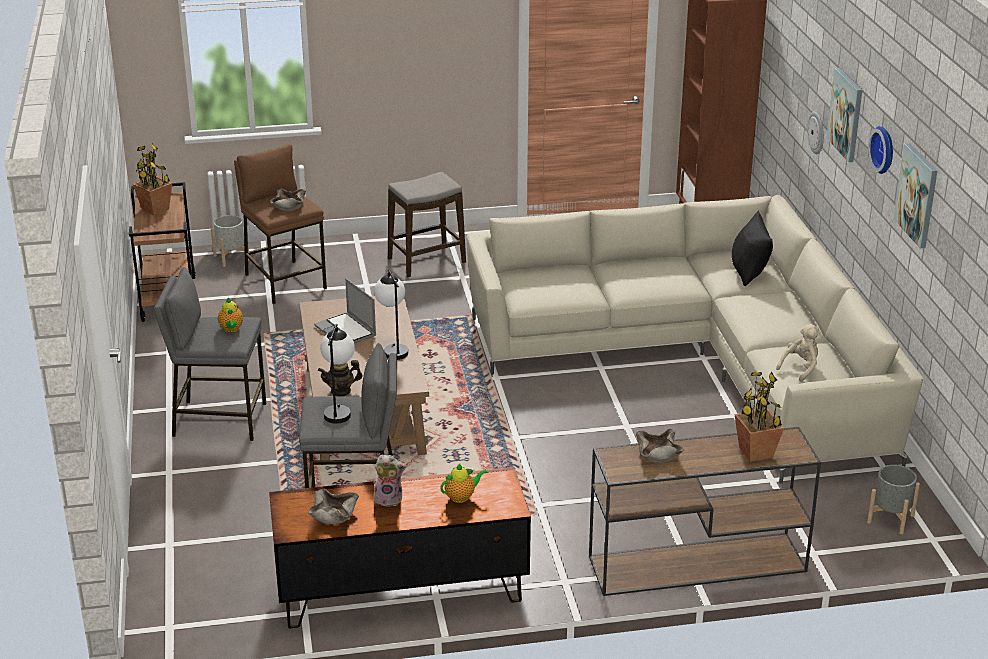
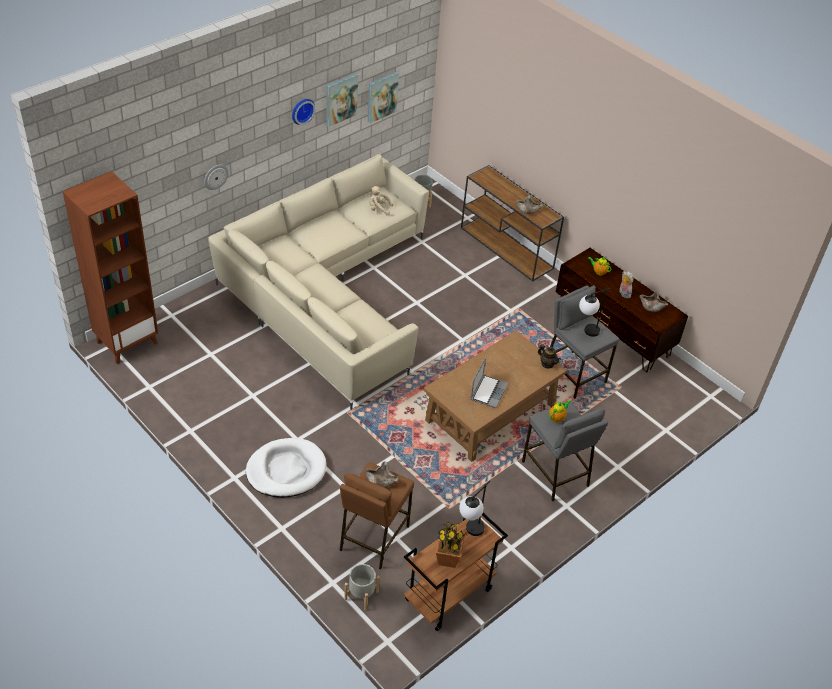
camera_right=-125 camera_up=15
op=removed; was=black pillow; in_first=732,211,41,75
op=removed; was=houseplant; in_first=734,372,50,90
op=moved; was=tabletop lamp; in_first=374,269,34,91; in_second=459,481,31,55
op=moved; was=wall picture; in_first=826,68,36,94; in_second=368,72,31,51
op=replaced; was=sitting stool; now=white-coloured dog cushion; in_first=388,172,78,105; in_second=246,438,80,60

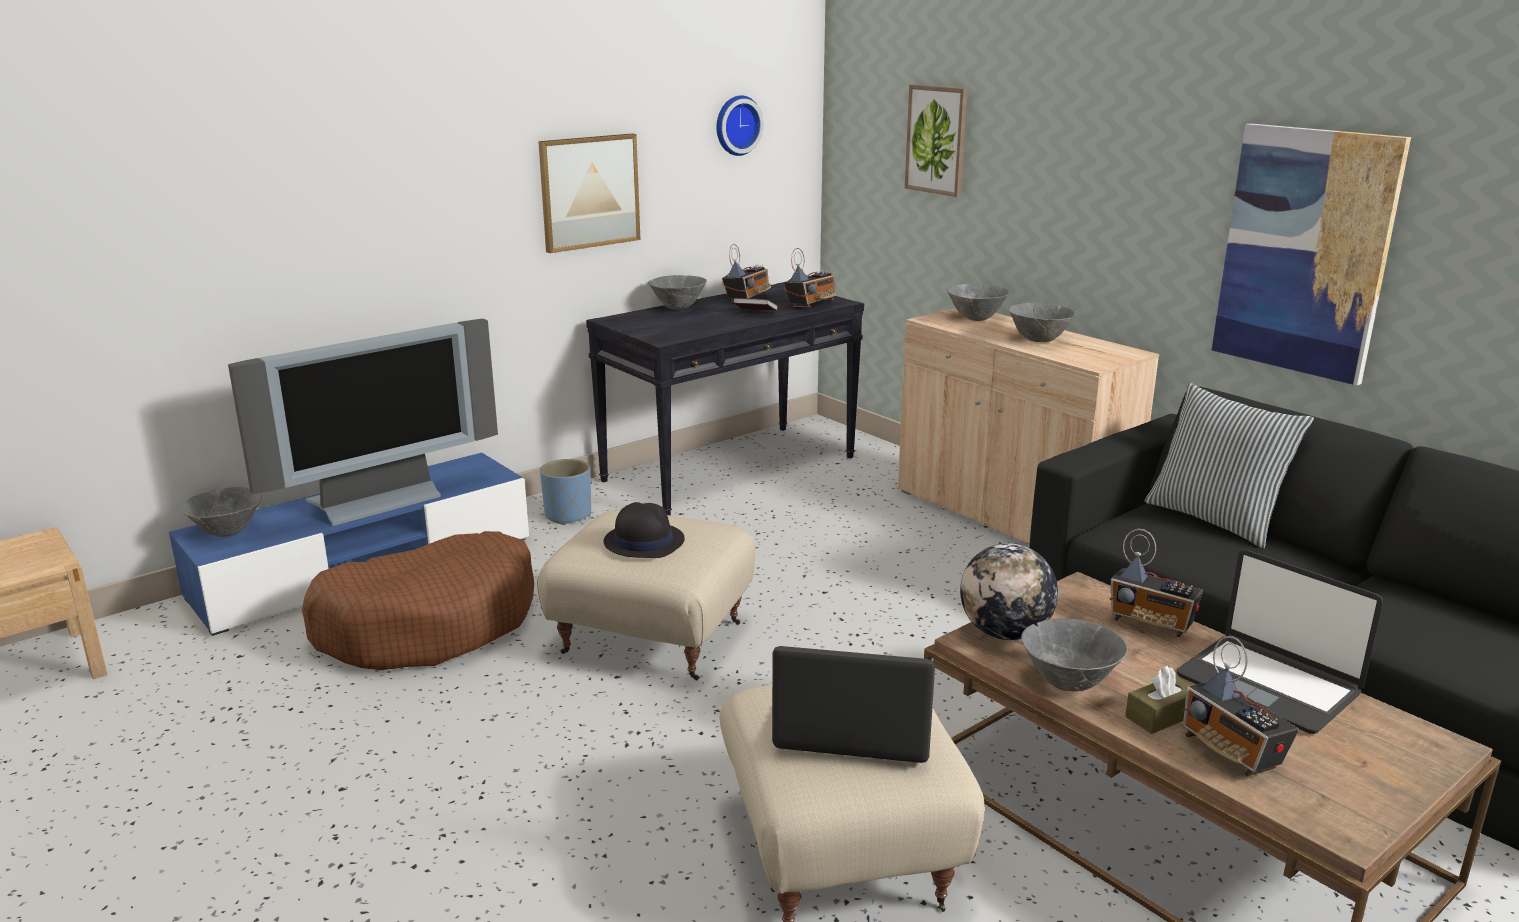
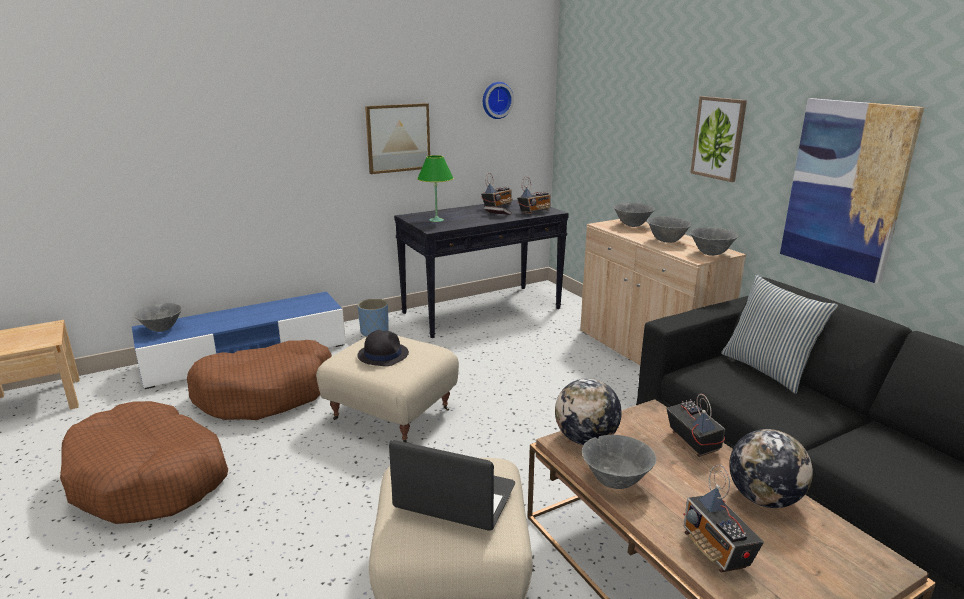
camera_right=10 camera_up=0
op=removed; was=TV; in_first=228,319,270,207
op=removed; was=brown-coloured tissue box; in_first=1125,666,66,68
op=added; now=brown-coloured dog cushion; in_second=60,401,168,123
op=added; now=green tabletop lamp; in_second=417,155,37,67
op=moved; was=grey deep dish; in_first=648,275,59,35; in_second=690,227,49,29
op=moved; was=wall picture; in_first=905,85,63,112; in_second=690,96,57,86
op=replaced; was=portable computer; now=globe; in_first=1177,550,206,184; in_second=729,429,84,79
op=turned; was=radio; in_first=1109,529,94,108; in_second=667,394,58,63; clockwise=-150

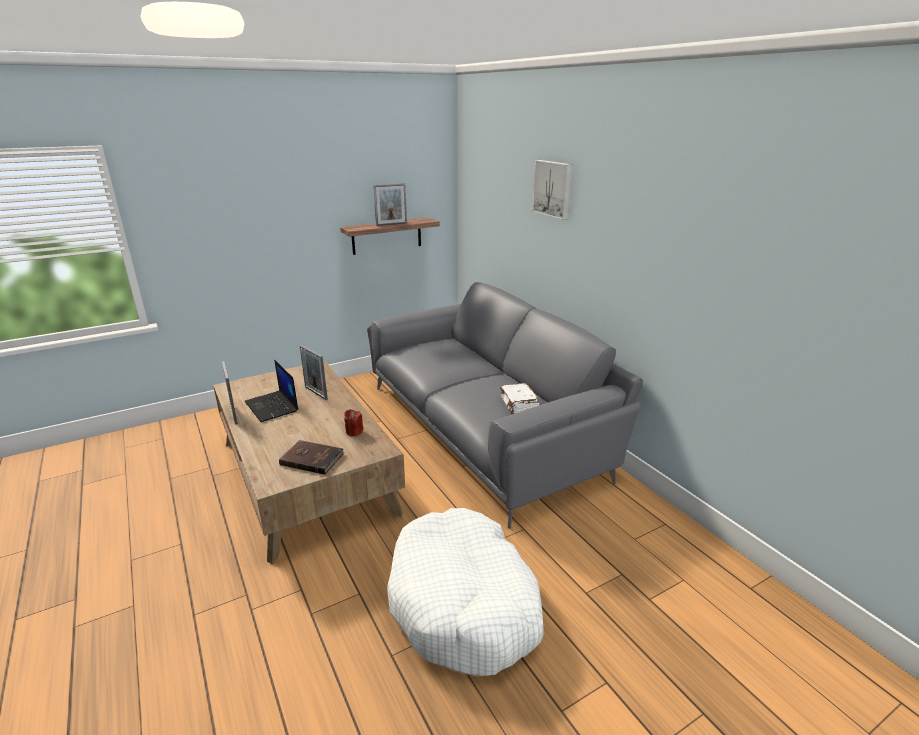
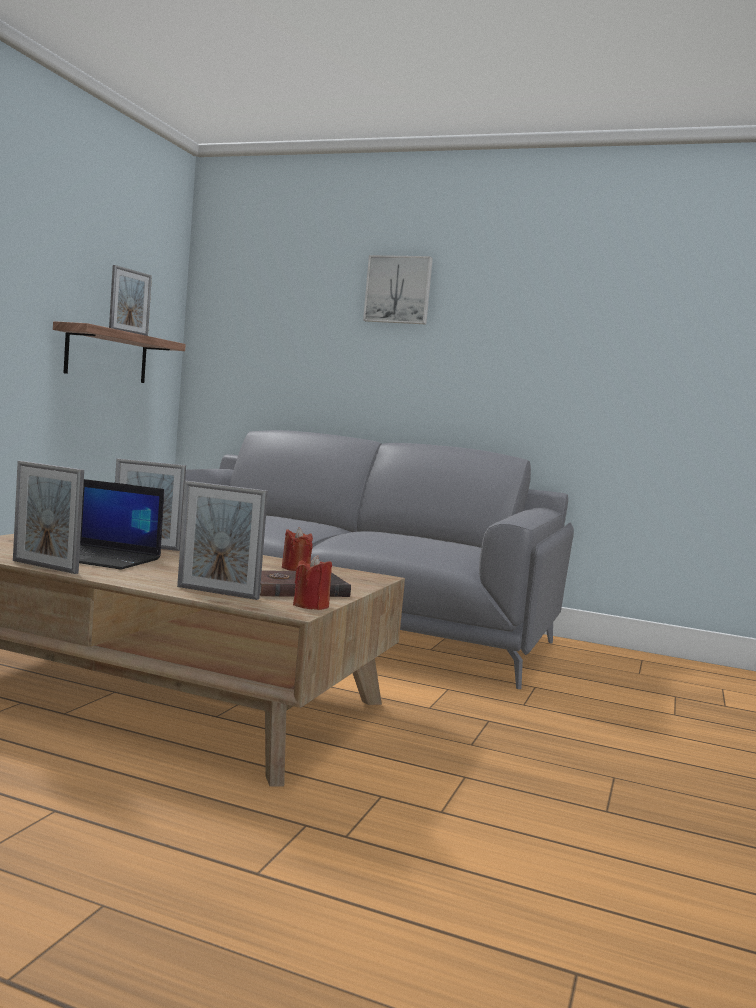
camera_right=-40 camera_up=-20
op=removed; was=white-coloured dog cushion; in_first=387,508,157,169
op=removed; was=white-coloured bound book; in_first=500,383,39,31
op=added; now=standing frame; in_second=177,481,91,119
op=added; now=red wax light; in_second=293,555,39,55

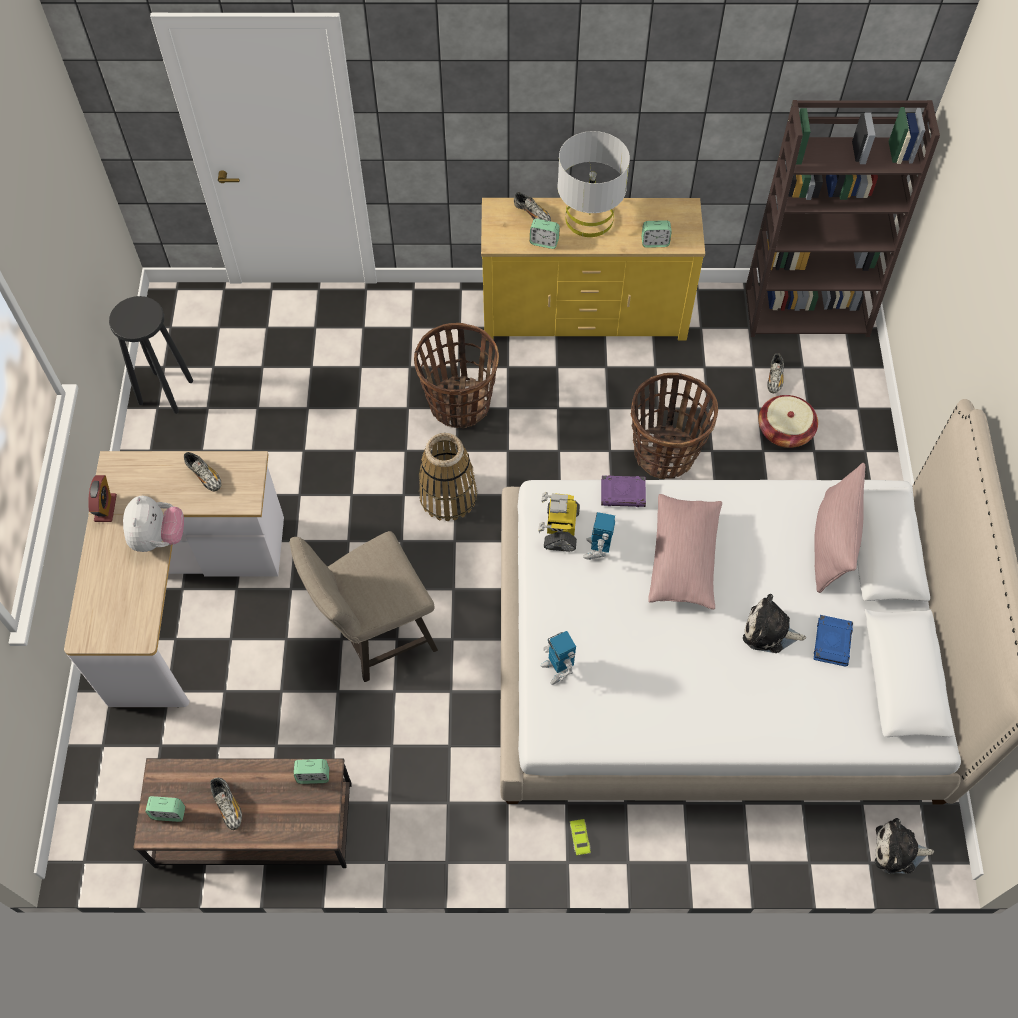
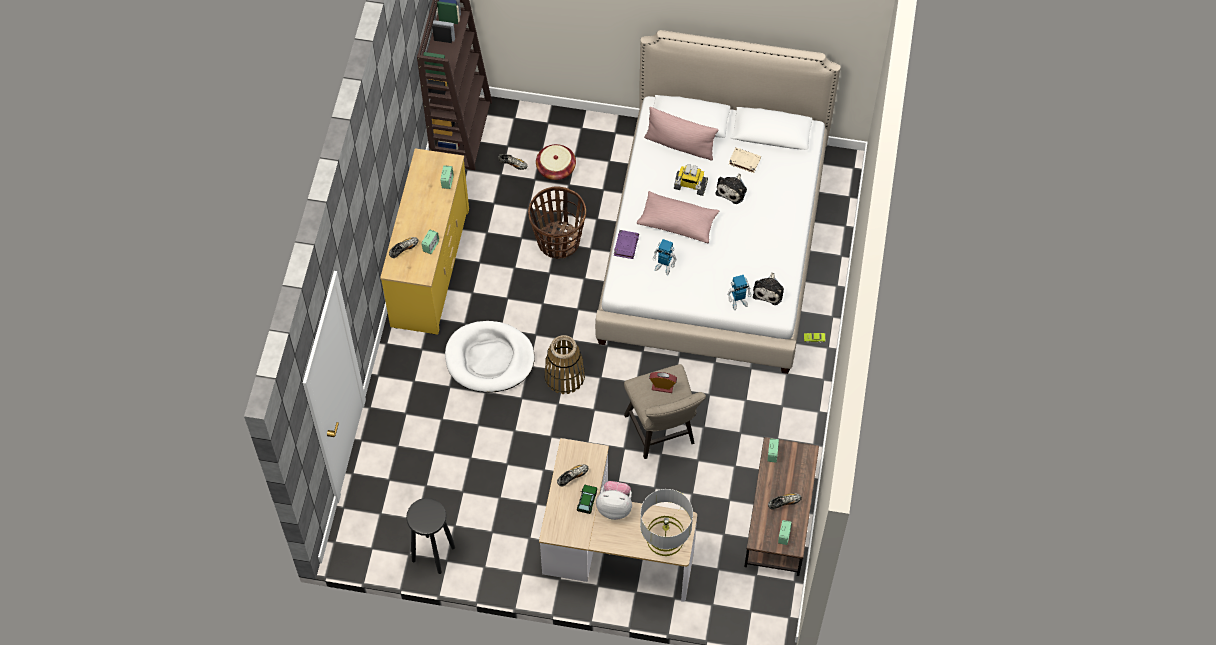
camera_right=-80 camera_up=0
op=added; now=model car; in_second=577,484,20,30
op=moved; was=table clock; in_first=88,475,29,47; in_second=649,372,28,21
op=moved; was=toy robot; in_first=538,492,42,60; in_second=674,164,34,32
op=moved; was=grey tabletop lamp; in_first=557,131,73,106; in_second=640,489,53,67
op=moved; was=soft toy; in_first=875,818,59,55; in_second=753,272,31,33
op=replaced; was=storage basket; now=white-coloured dog cushion; in_first=414,323,85,106; in_second=445,321,90,72
op=recoloured; was=bluish bound book; now=sand-coloured bound book; in_first=813,615,40,52; in_second=729,148,32,25

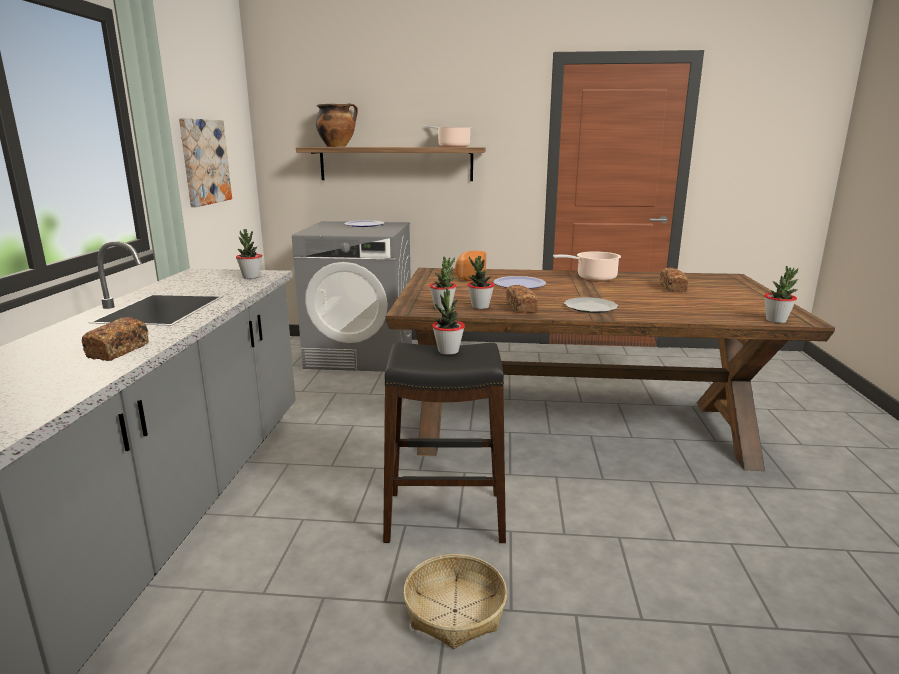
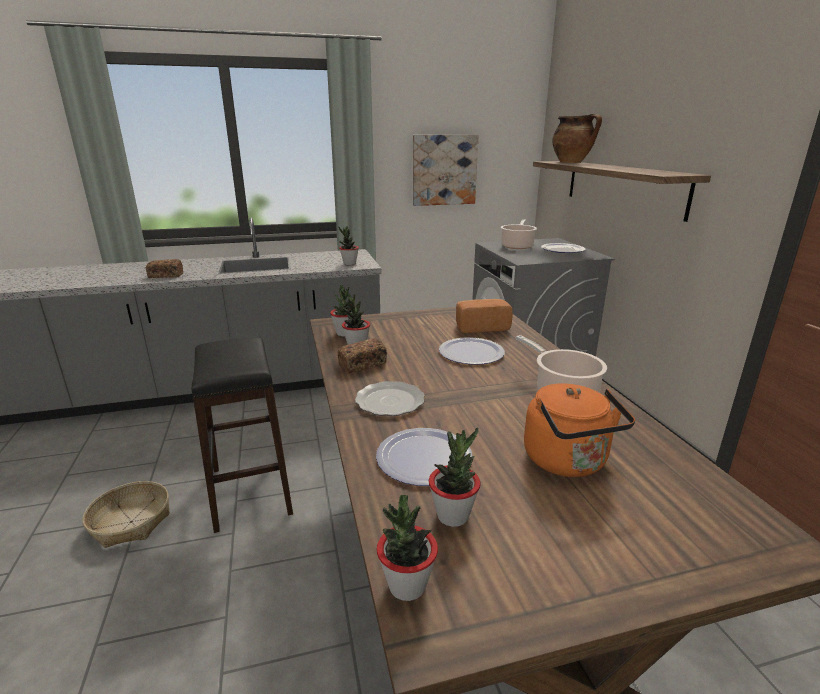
camera_right=70 camera_up=5
op=added; now=flat dish; in_second=376,428,97,58
op=moved; was=cooking pot; in_first=424,126,48,21; in_second=501,219,36,30
op=moved; was=houseplant; in_first=432,288,33,67; in_second=429,427,52,100
op=replaced; was=baked bread; now=orange-coloured tea kettle; in_first=660,267,28,25; in_second=524,383,111,94

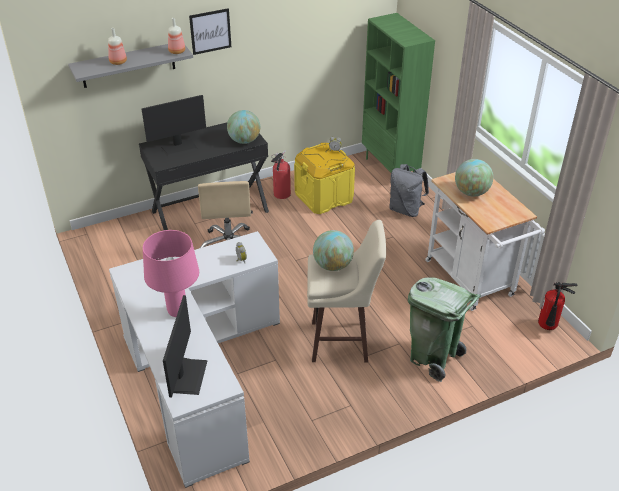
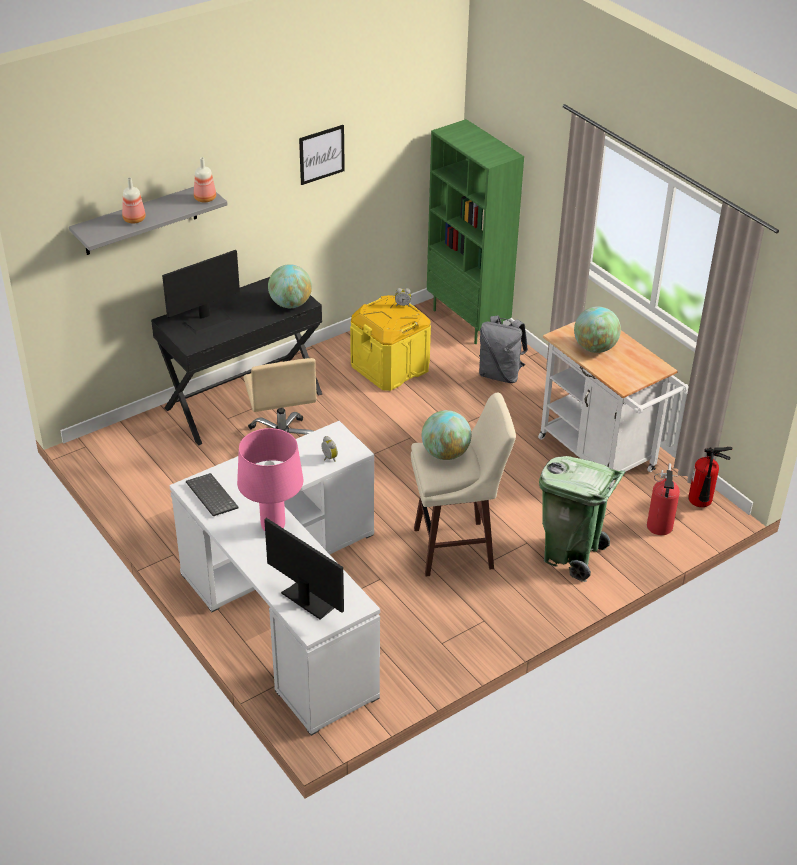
camera_right=-10 camera_up=0
op=added; now=computer keyboard; in_second=186,473,53,43
op=moved; was=wall picture; in_first=189,8,42,47; in_second=299,125,46,60
op=moved; was=fire-fighting cylinder; in_first=271,150,20,49; in_second=647,463,33,72
op=turned; was=computer display; in_first=163,295,45,102; in_second=264,518,80,102; clockwise=-45

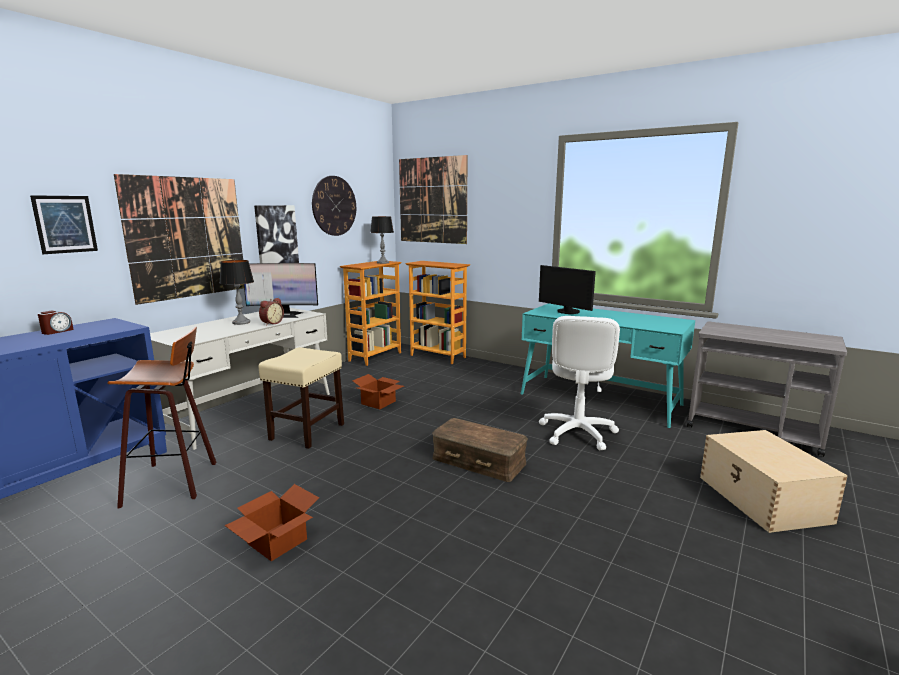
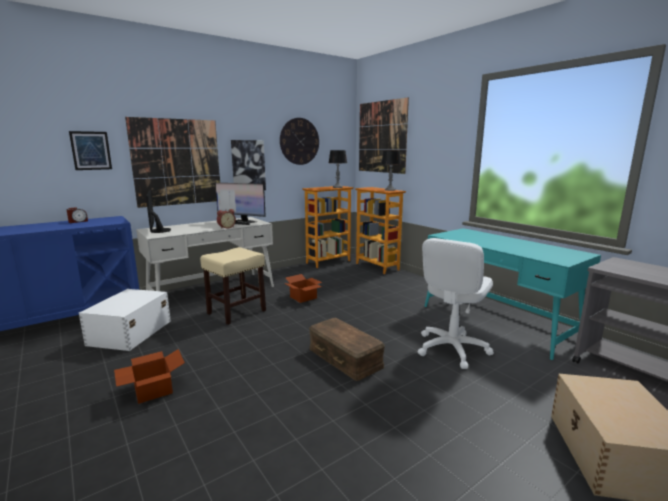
camera_right=20 camera_up=0
op=moved; was=tabletop lamp; in_first=220,260,34,65; in_second=381,150,20,41
op=moved; was=computer display; in_first=539,265,57,49; in_second=146,190,25,43
op=replaced; was=sitting stool; now=white-coloured storage box; in_first=108,327,108,182; in_second=79,289,92,62

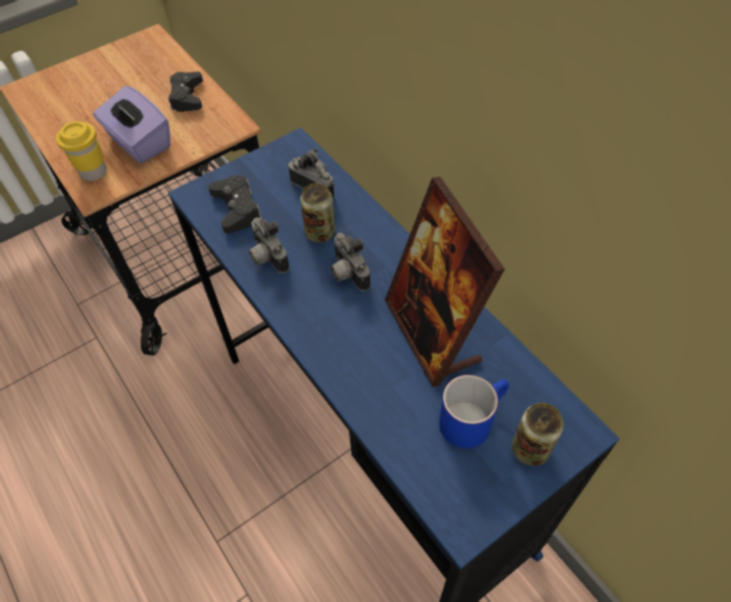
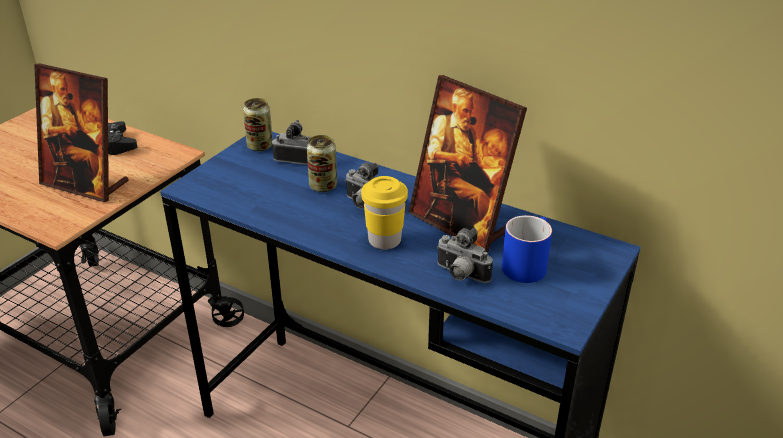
camera_right=-25 camera_up=-20
op=removed; was=black game controller; in_first=208,175,54,59
op=moved; was=yellowish small cup; in_first=56,121,51,60; in_second=361,176,47,74
op=moved; was=photo camera; in_first=249,218,40,55; in_second=436,228,57,55
op=moved; was=sealed can; in_first=512,403,52,63; in_second=243,98,30,54
op=replaced; was=purple tissue box; now=standing frame; in_first=93,86,77,77; in_second=34,63,95,139

